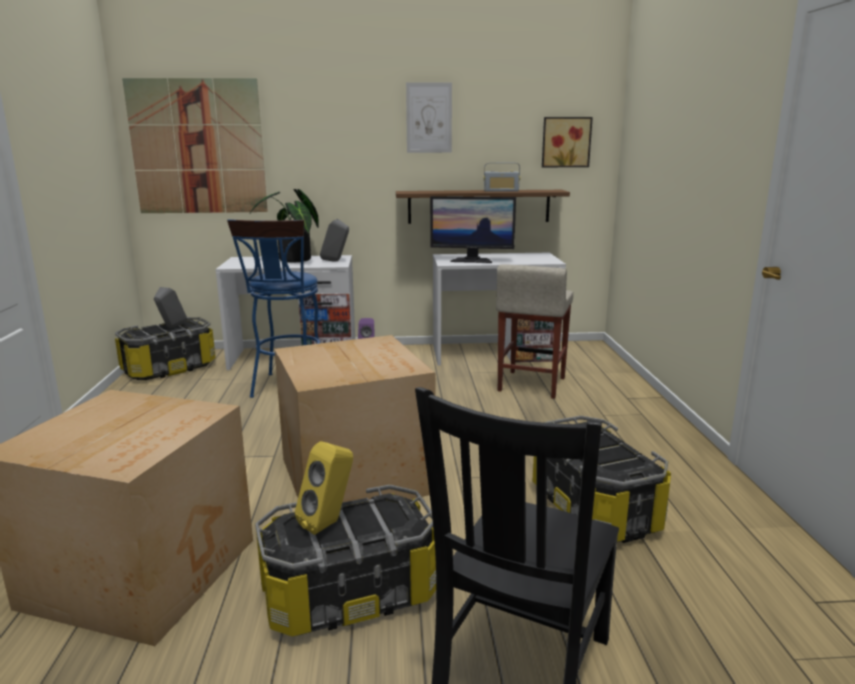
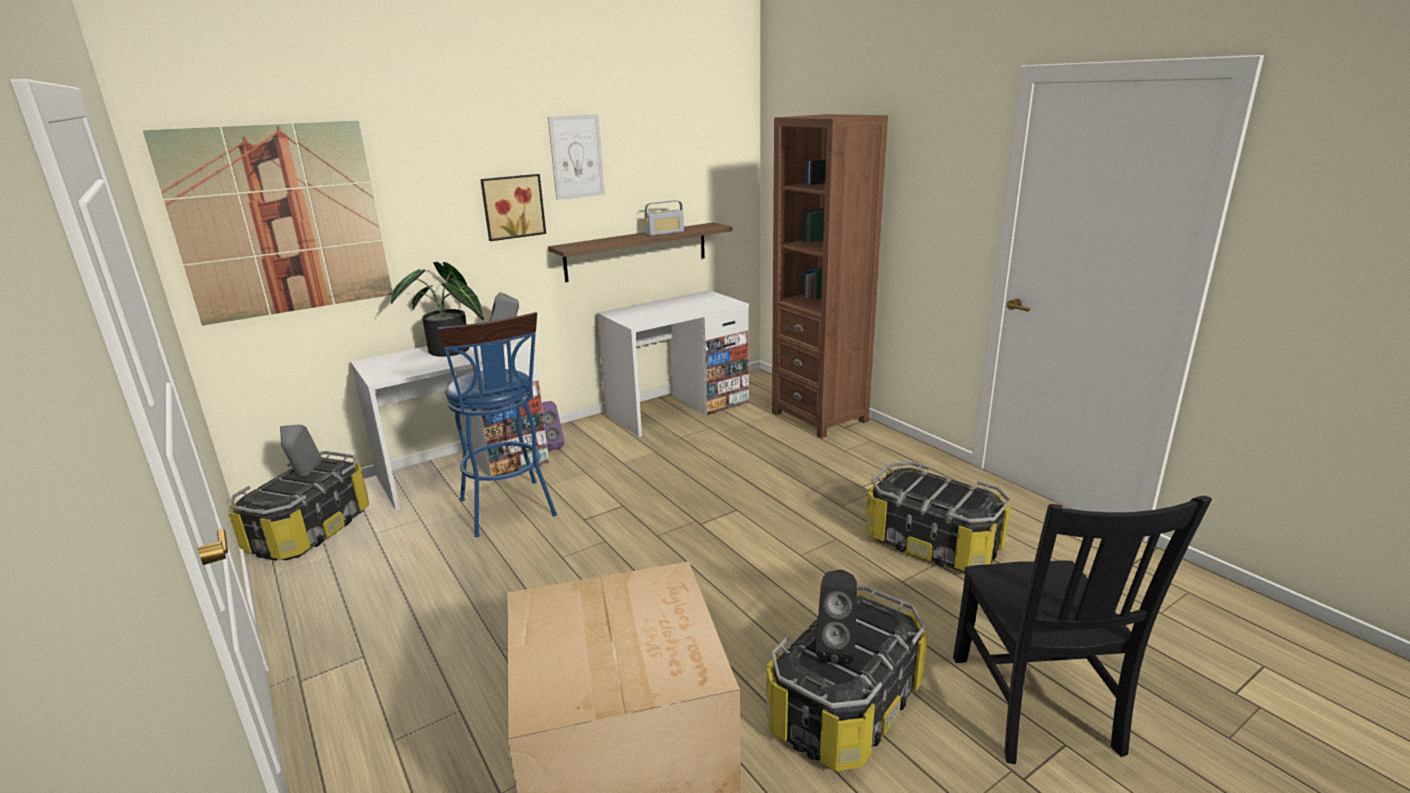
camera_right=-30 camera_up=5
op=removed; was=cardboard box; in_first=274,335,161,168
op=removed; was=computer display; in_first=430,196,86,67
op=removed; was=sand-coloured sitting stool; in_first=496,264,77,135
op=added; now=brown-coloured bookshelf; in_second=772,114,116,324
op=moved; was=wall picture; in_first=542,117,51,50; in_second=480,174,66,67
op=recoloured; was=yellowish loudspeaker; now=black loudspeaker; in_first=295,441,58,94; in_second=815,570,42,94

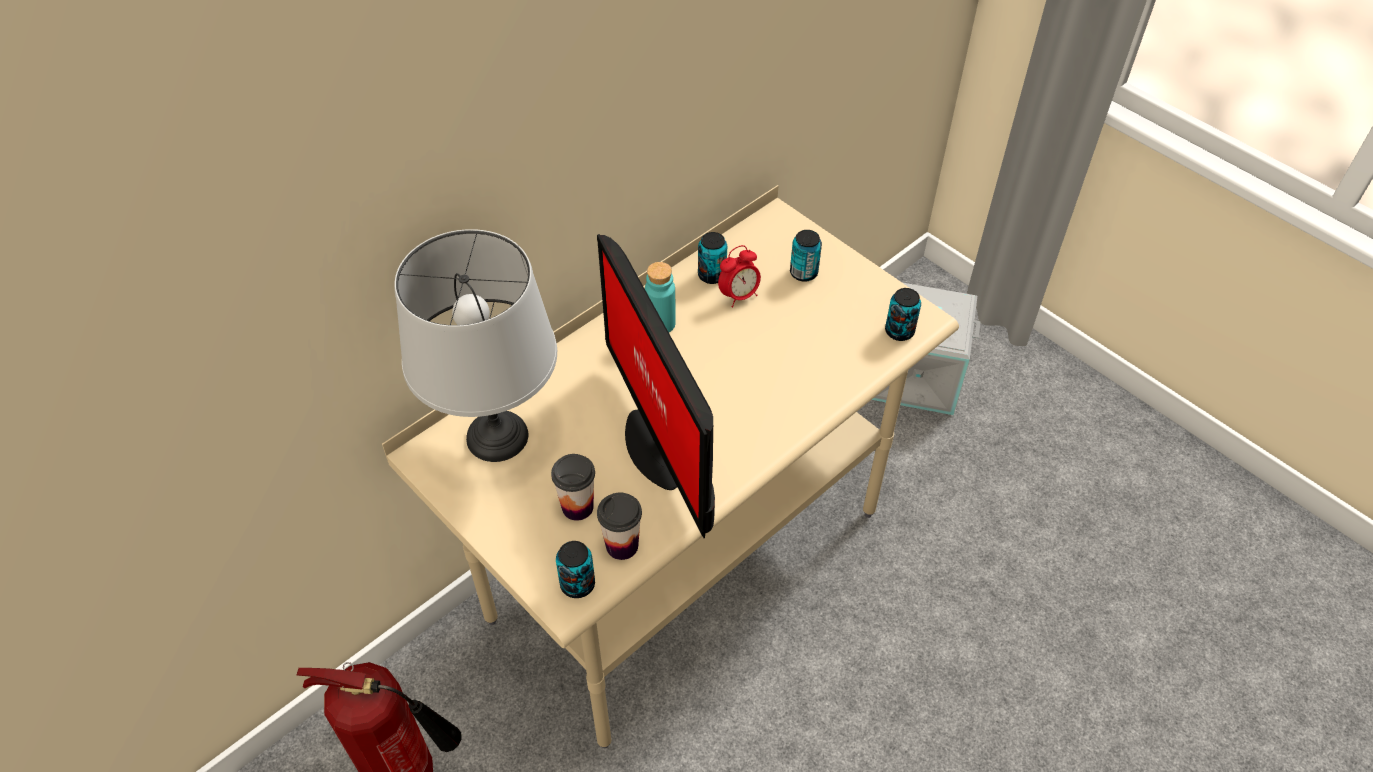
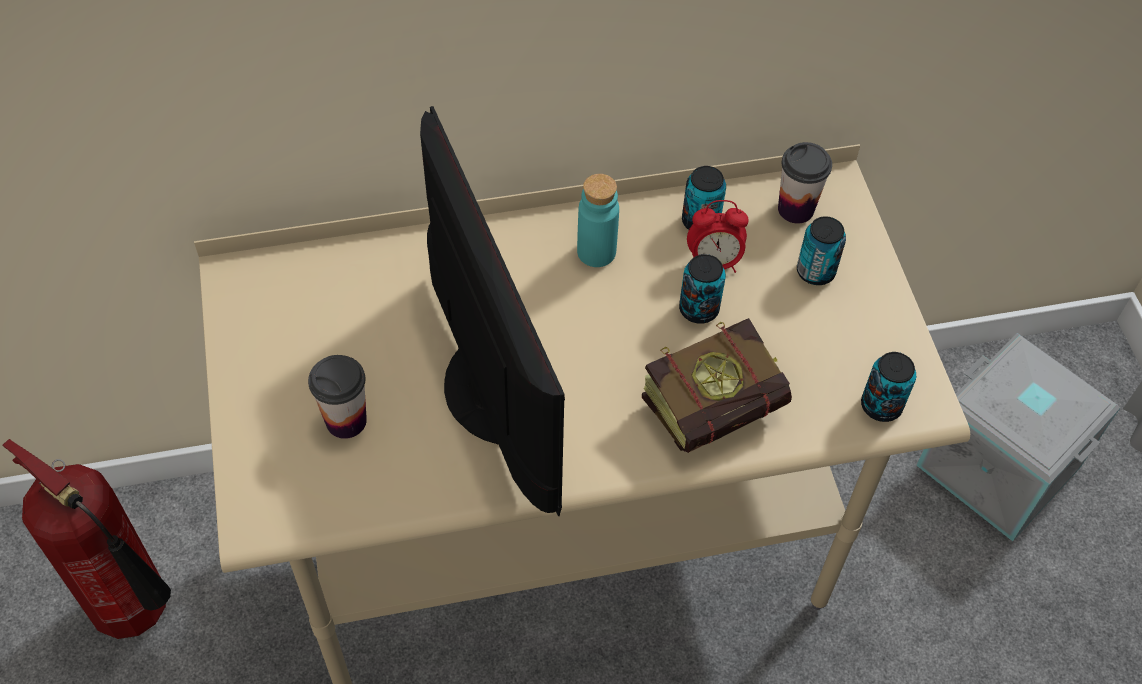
camera_right=30 camera_up=5
op=removed; was=grey tabletop lamp; in_first=395,229,162,233
op=added; now=bound book; in_second=642,318,150,135
op=moved; was=sealed can; in_first=556,541,39,57; in_second=679,254,47,70
op=moved; was=small cup; in_first=597,492,45,68; in_second=778,142,54,82
op=turned; was=computer display; in_first=597,234,118,305; in_second=420,106,145,410; clockwise=150

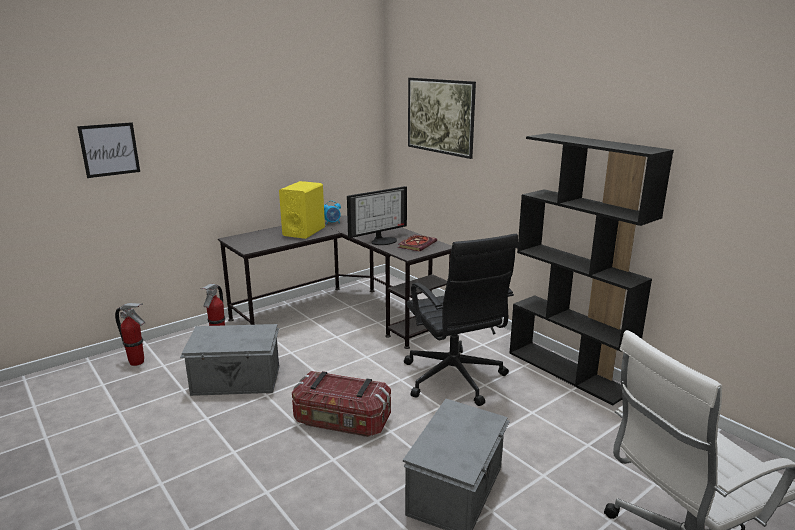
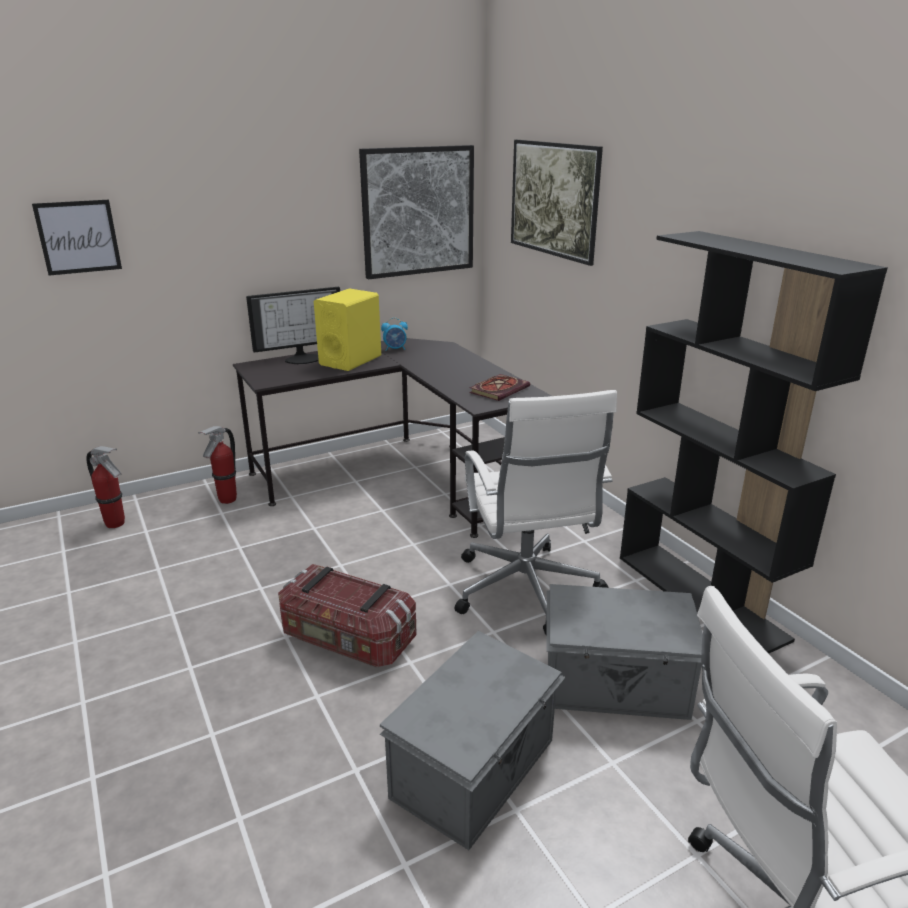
camera_right=10 camera_up=5
op=added; now=wall picture; in_second=359,145,115,134
op=moved; was=grey storage box; in_first=180,324,99,72; in_second=546,584,157,136
op=moved; was=computer display; in_first=347,186,60,59; in_second=246,287,94,77
op=recoloured; was=black desk chair; now=white-coloured desk chair; in_first=404,234,114,172; in_second=455,390,162,246

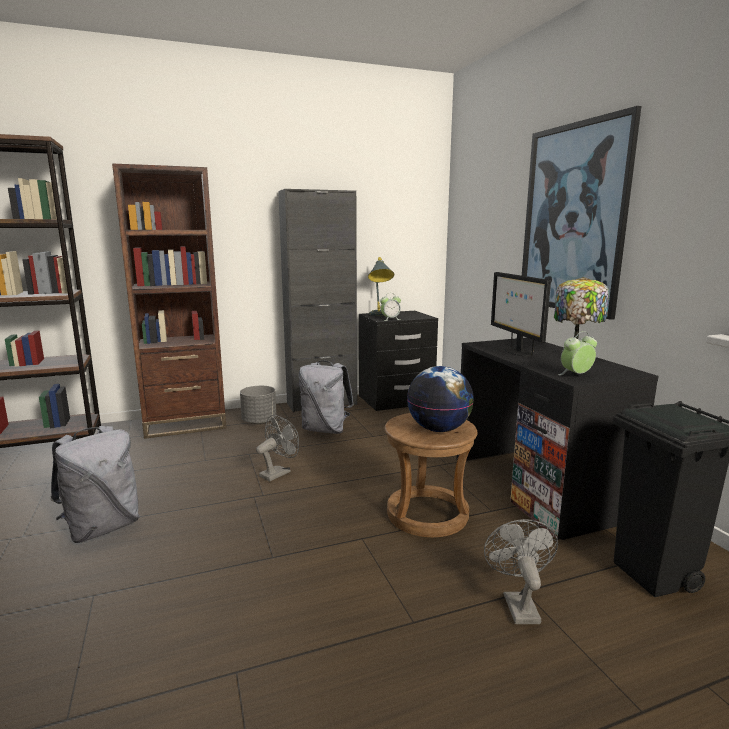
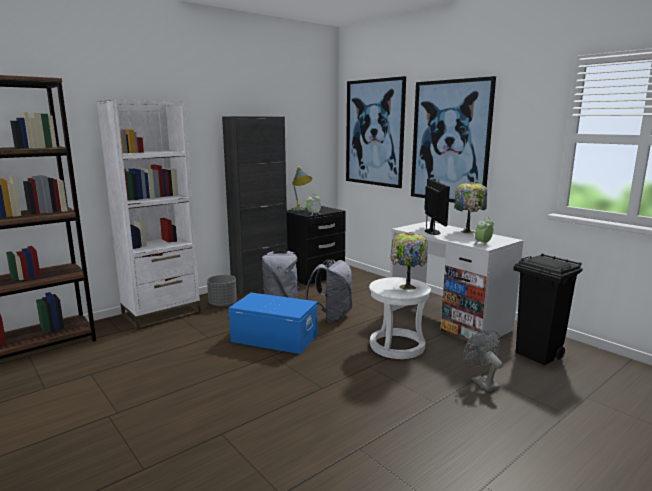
camera_right=-20 camera_up=0
op=added; now=wall picture; in_second=346,76,60,112
op=moved; was=grey knapsack; in_first=51,426,89,117; in_second=305,259,48,63
op=replaced; was=grey fan; now=bluish storage box; in_first=256,415,43,66; in_second=229,293,89,61
op=replaced; was=globe; now=tabletop lamp; in_first=407,366,67,66; in_second=390,232,38,58
op=recoloured; was=brown-coloured bookshelf; now=white-coloured bookshelf; in_first=112,164,115,275; in_second=97,100,104,230
op=recoloured; was=brown-coloured sitting stool; now=white-coloured sitting stool; in_first=385,413,92,124; in_second=369,277,62,82
op=recoloured; was=black desk unit; now=white-coloured desk unit; in_first=456,338,203,202; in_second=390,221,134,122
op=turned; was=computer display; in_first=491,272,60,85; in_second=424,178,26,57; clockwise=-150

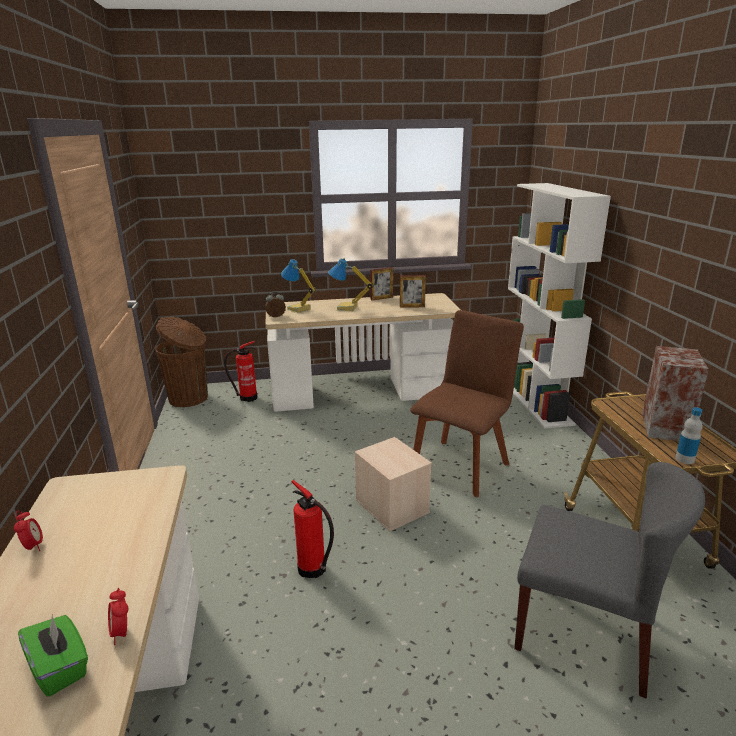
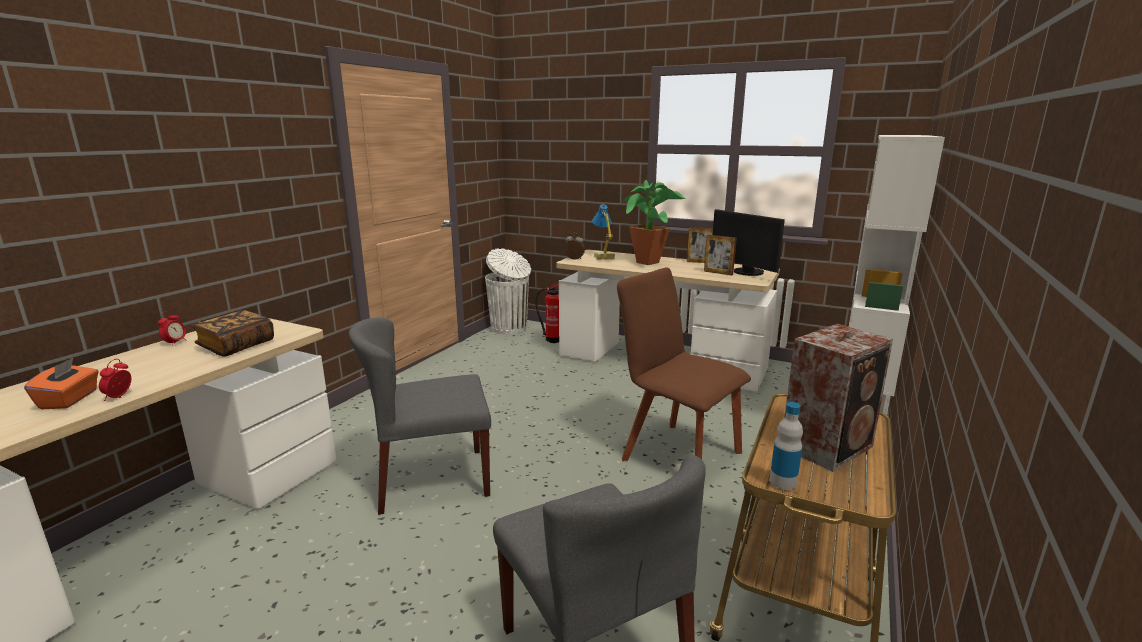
camera_right=35 camera_up=-5
op=removed; was=sand-coloured storage box; in_first=355,437,77,94
op=added; now=bound book; in_second=191,310,83,47
op=added; now=computer display; in_second=713,209,72,67
op=replaced; was=fire-fighting cylinder; now=grey plain chair; in_first=291,480,43,98; in_second=349,317,142,198
op=replaced; was=tabletop lamp; now=houseplant; in_first=328,258,46,53; in_second=621,180,65,85
op=recoloured; was=green tissue box; now=orange-coloured tissue box; in_first=18,613,70,84; in_second=24,357,75,53
op=recoloured; was=brown-coloured rubbish bin; now=white-coloured rubbish bin; in_first=155,317,53,90; in_second=485,248,46,86
op=turned; was=brown-coloured plain chair; in_first=410,310,114,187; in_second=617,267,134,194; clockwise=-120

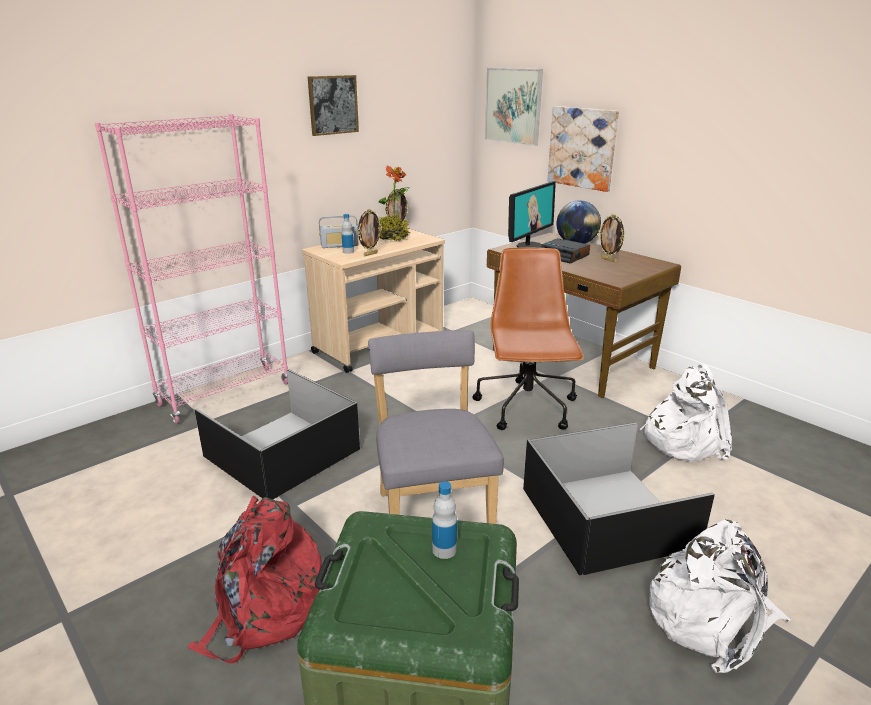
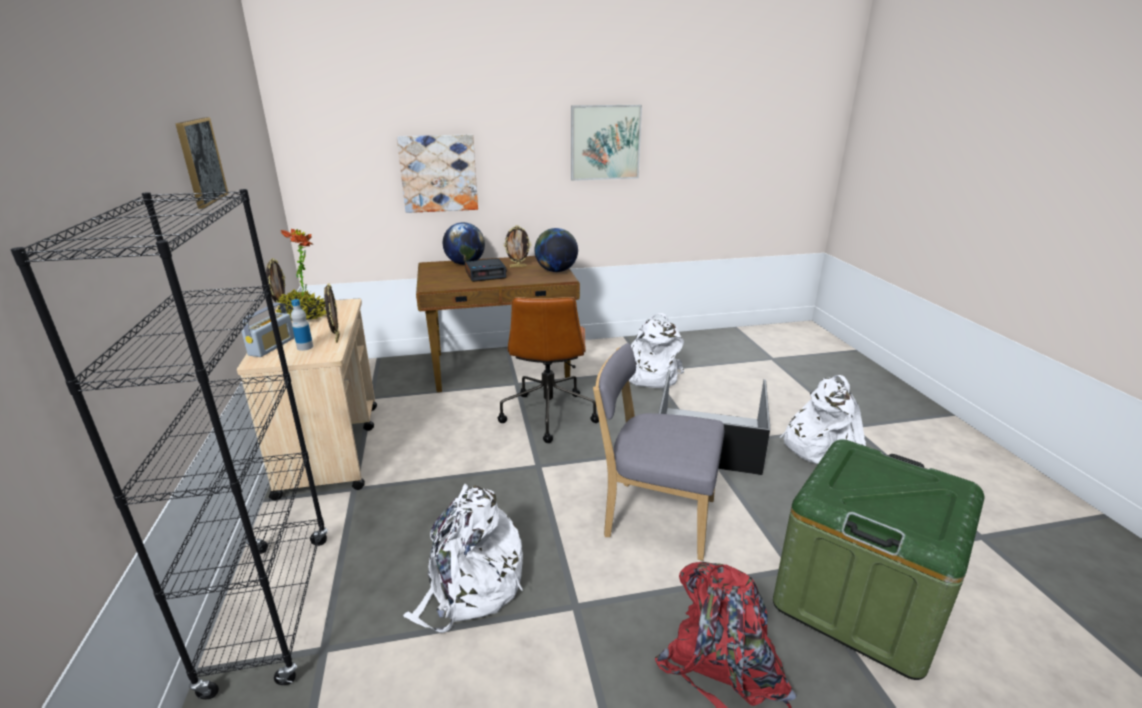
camera_right=-60 camera_up=0
op=removed; was=drink bottle; in_first=432,481,25,78
op=removed; was=computer display; in_first=508,181,48,67
op=added; now=globe; in_second=534,228,44,44
op=moved; was=wall picture; in_first=485,68,58,78; in_second=571,105,71,76
op=replaced; was=black storage box; now=white-coloured knapsack; in_first=194,369,166,130; in_second=403,484,120,149
op=recoloured; was=pinkish bookshelf; now=black bookshelf; in_first=95,114,193,310; in_second=10,189,318,510
op=turned; was=brown-coloured desk chair; in_first=472,248,112,182; in_second=498,297,101,146; clockwise=-120

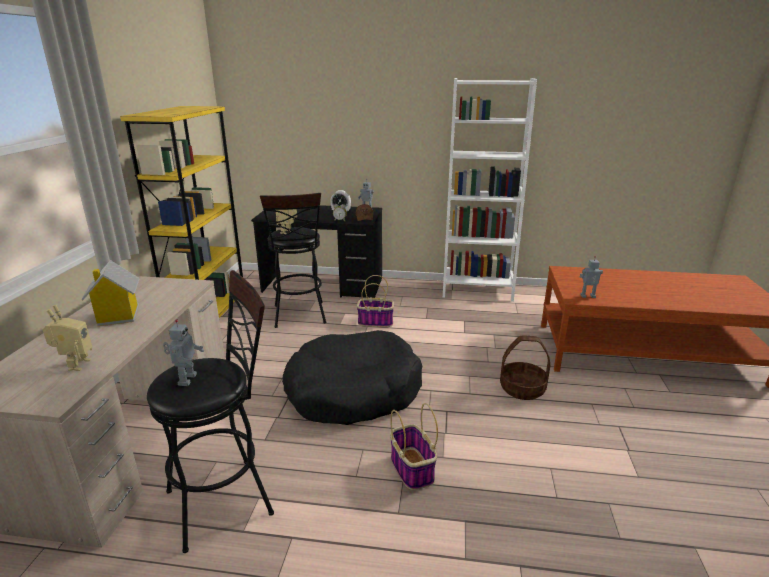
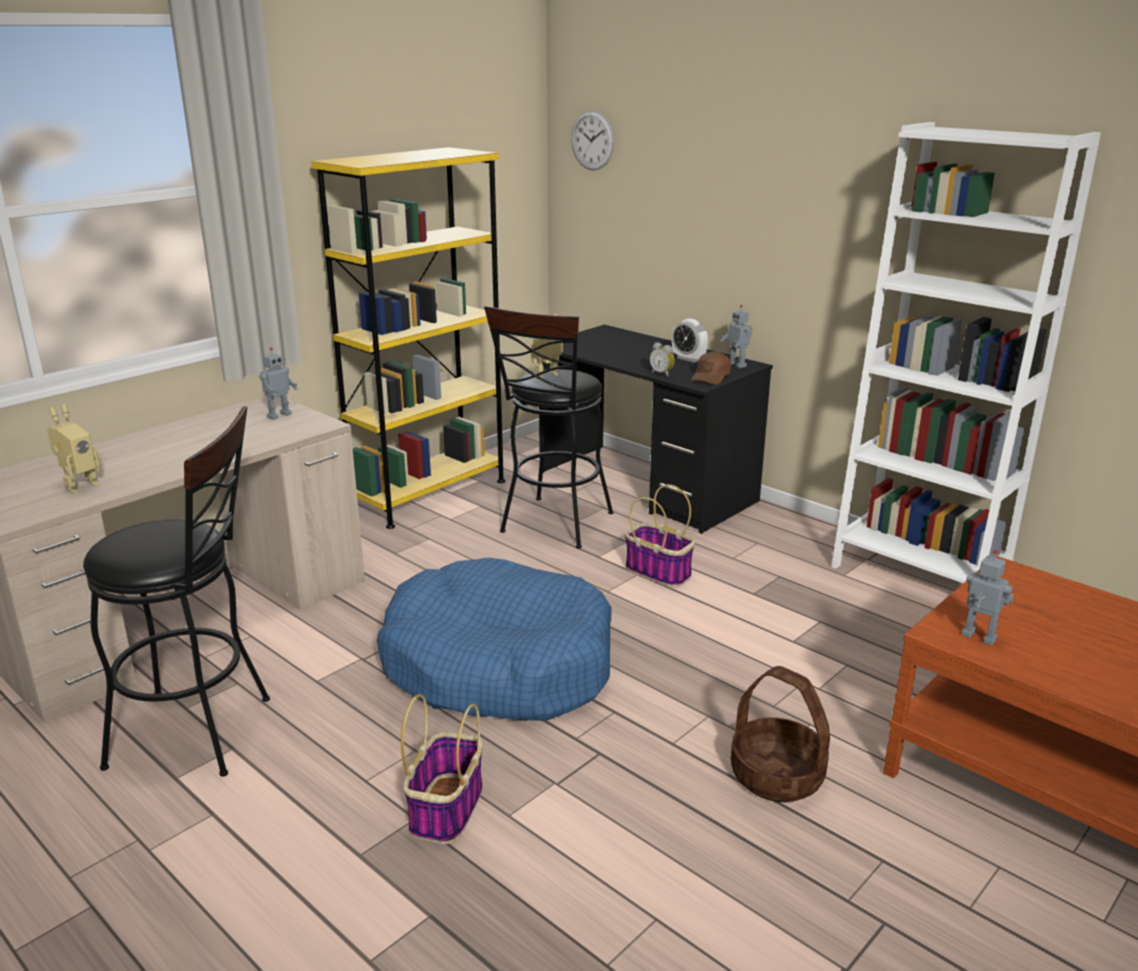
camera_right=35 camera_up=0
op=removed; was=model house; in_first=81,260,59,66
op=added; now=hanging clock; in_second=571,110,43,60
op=moved; was=toy robot; in_first=163,319,41,67; in_second=259,347,39,73
op=recoloured; was=black dog cushion; now=bluish dog cushion; in_first=282,330,140,95; in_second=377,558,235,163

